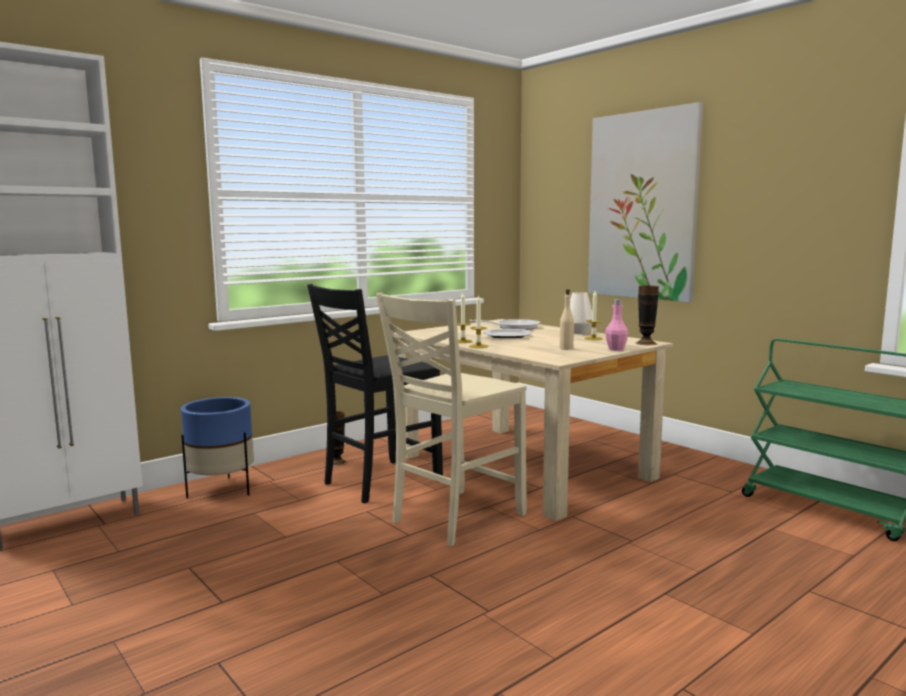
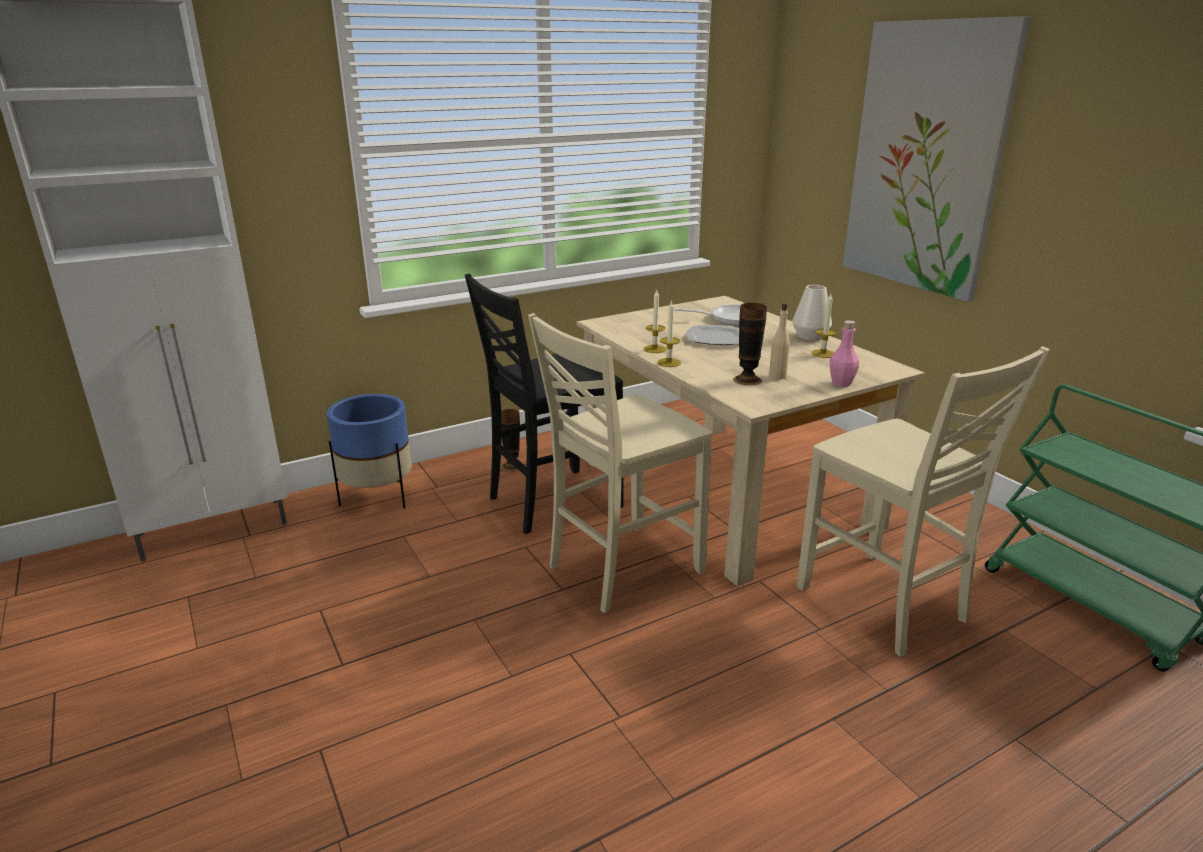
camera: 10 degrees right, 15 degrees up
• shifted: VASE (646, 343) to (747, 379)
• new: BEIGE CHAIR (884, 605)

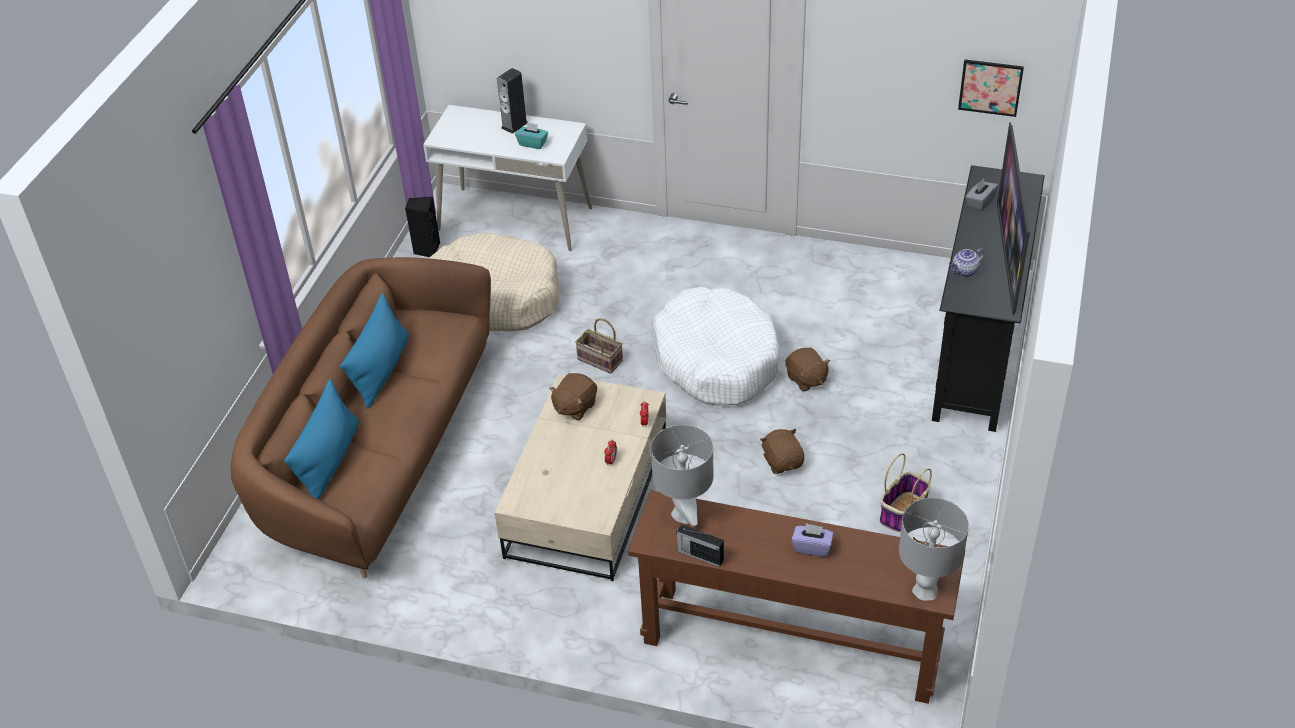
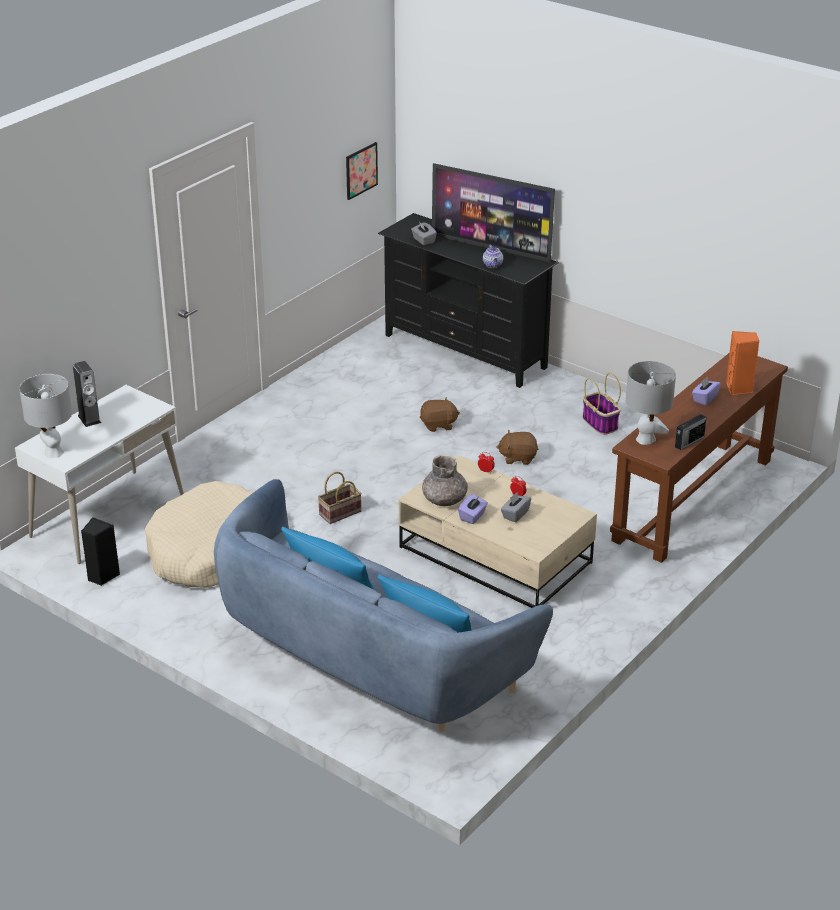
camera: 70 degrees left, 10 degrees down
• shifted: GREY TABLE LAMP (925, 590) to (53, 452)
• repainted: BROWN SOFA (378, 455) to BLUE SOFA (368, 658)
• swapped: BROWN PLUSH TOY (574, 407) to GREY VASE (444, 499)
• new: PURPLE TISSUE BOX (472, 516)
• new: GREY TISSUE BOX (515, 514)
• new: ORANGE SPEAKER (739, 388)
• gone: TURQUOISE TISSUE BOX (532, 143)
• gone: WHITE DOG BED (716, 360)

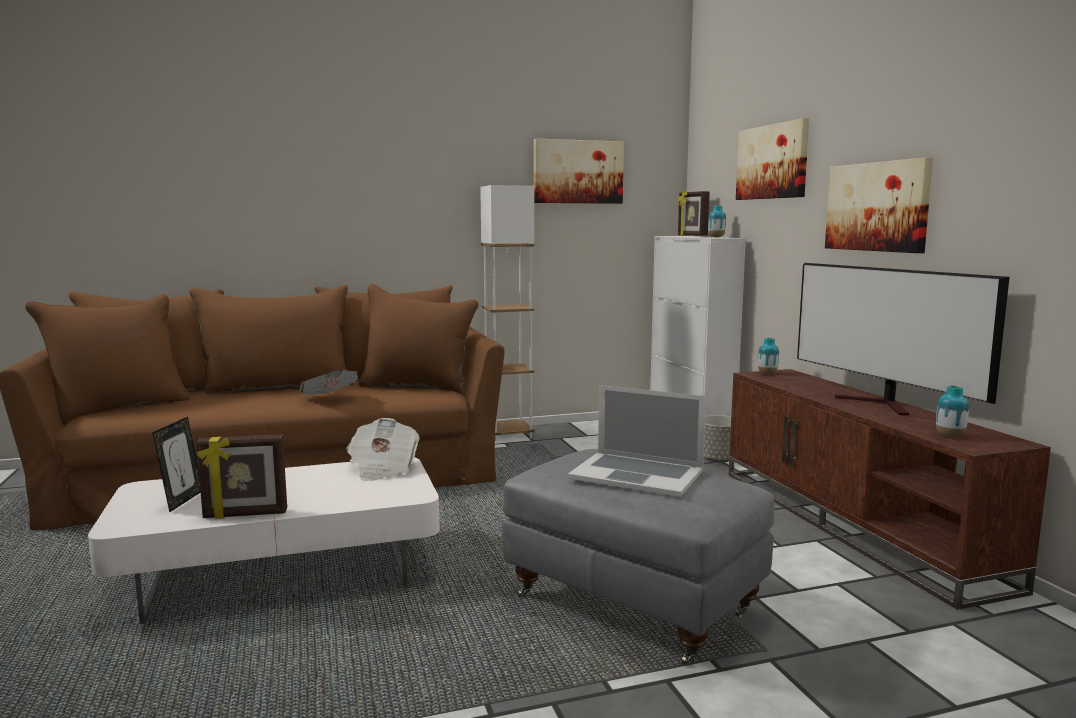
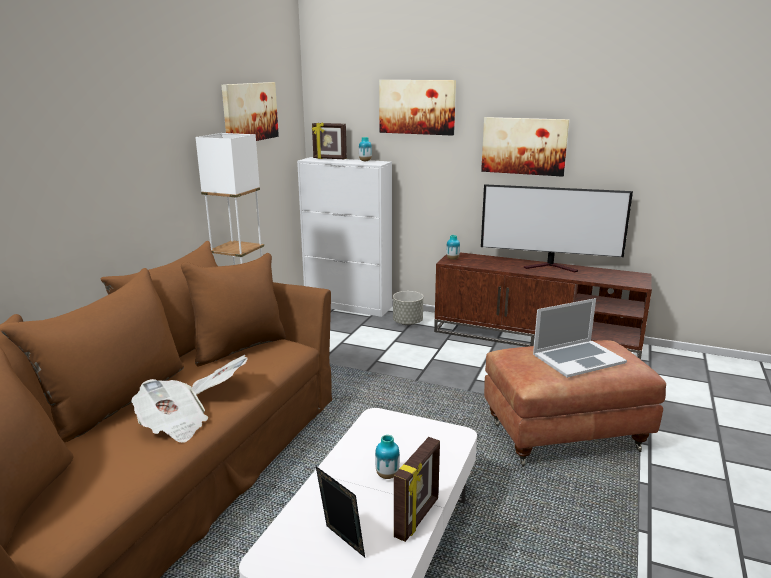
camera: 50 degrees left, 10 degrees up
• shifted: NEWSPAPER (382, 468) to (173, 426)
• shifted: VASE (950, 436) to (387, 475)
• repainted: GREY OTTOMAN (634, 604) to BROWN OTTOMAN (564, 435)

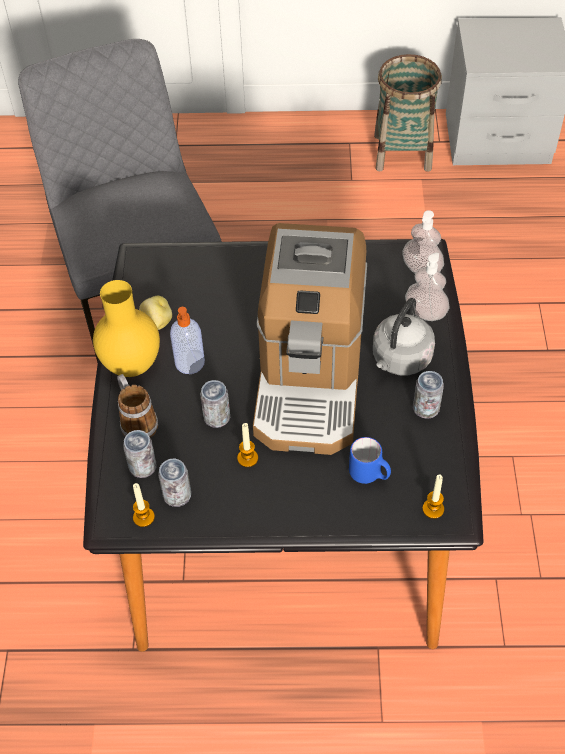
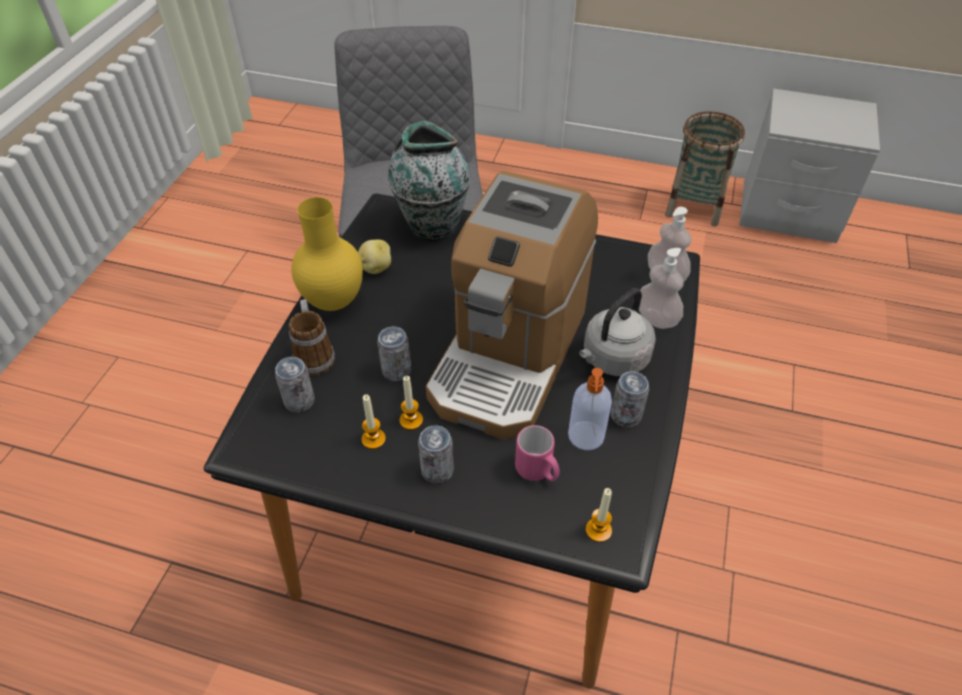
camera: 15 degrees right, 5 degrees down
• shifted: CANDLE (143, 517) to (373, 439)
• new: VASE (432, 226)
• shifted: CAN (177, 495) to (437, 470)
• repainted: BLUE MUG (369, 474) to PINK MUG (538, 471)
• shifted: SOAP DISPENSER (190, 363) to (586, 437)

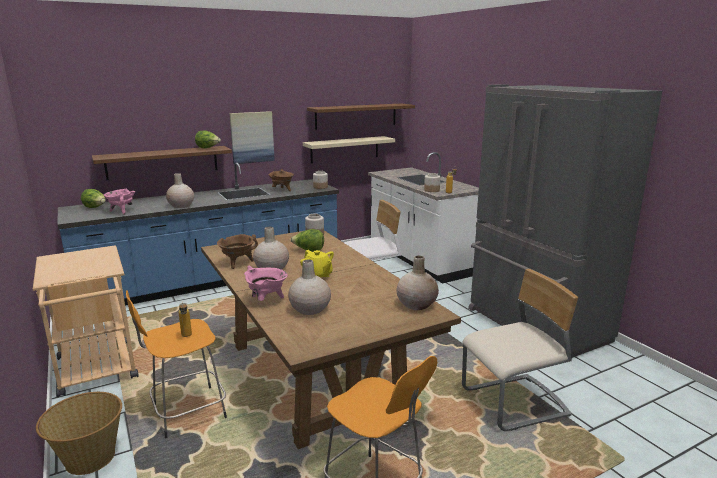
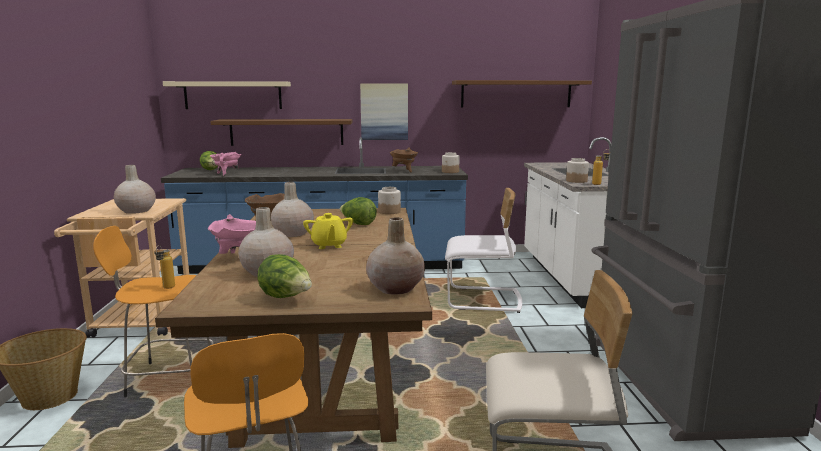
camera: 25 degrees right, 5 degrees down
• shifted: BEIGE VASE (181, 206) to (136, 211)
• shifted: BEIGE SHELF (345, 149) to (233, 95)
• shifted: LETTUCE (208, 148) to (286, 298)

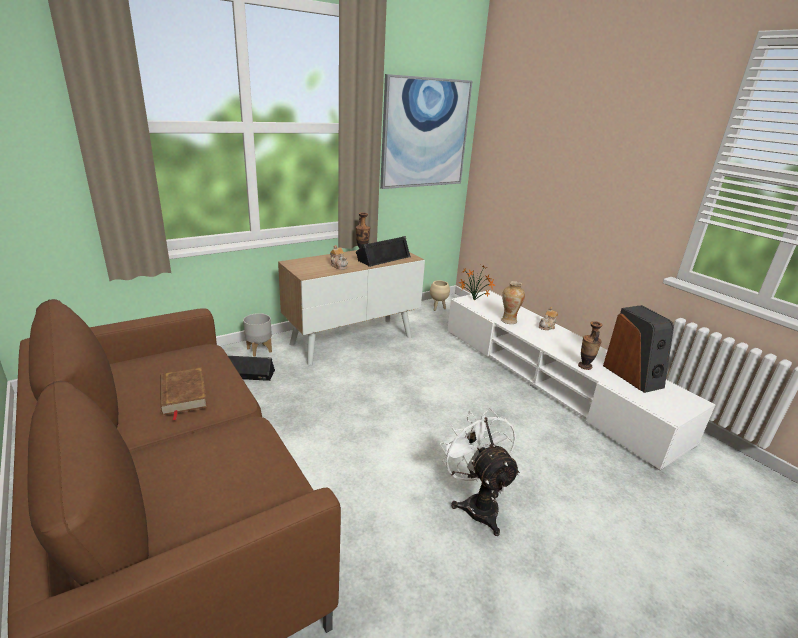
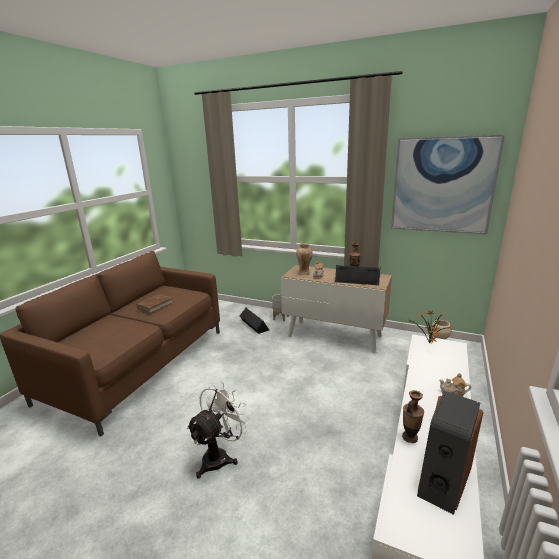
camera: 60 degrees right, 5 degrees down
• shifted: VASE (509, 321) to (304, 273)

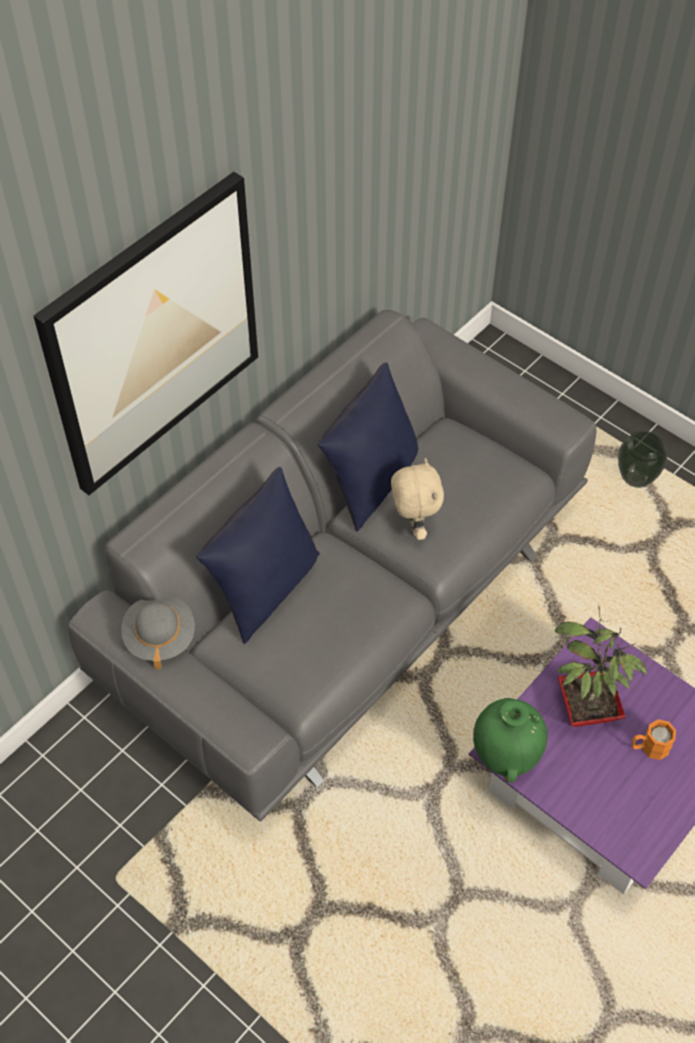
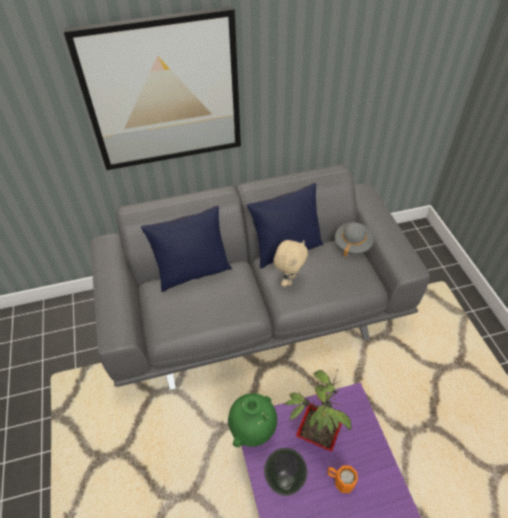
camera: 35 degrees right, 5 degrees down
• shifted: VASE (636, 479) to (285, 481)
• shifted: GREY HAT (160, 637) to (353, 244)

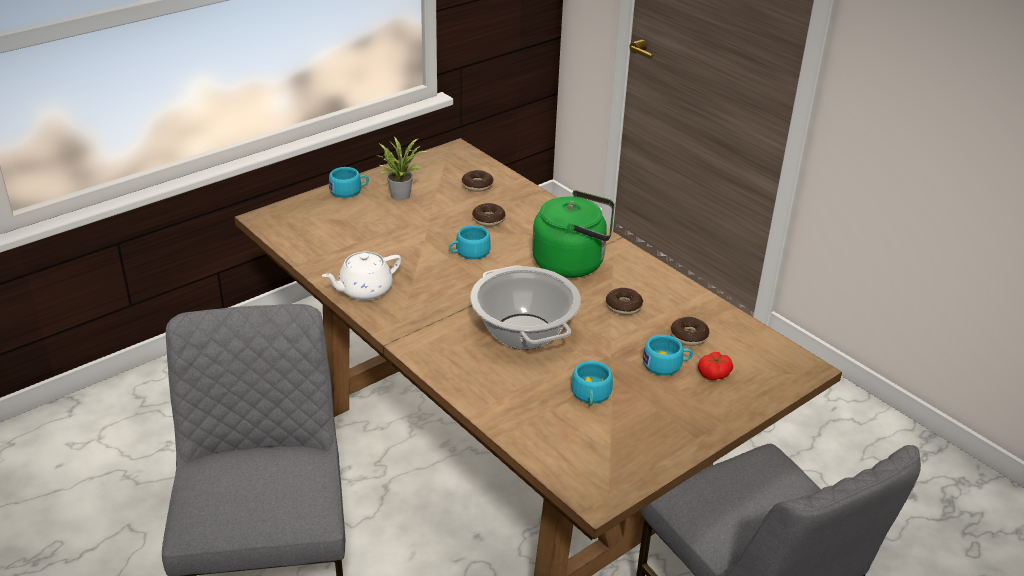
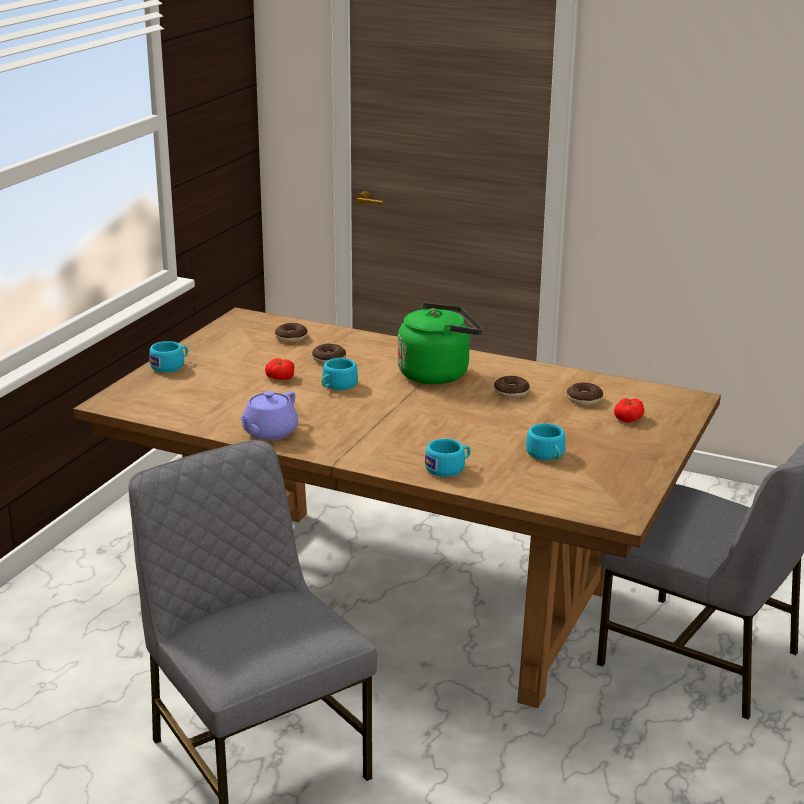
camera: 25 degrees left, 10 degrees down
• repainted: WHITE TEAPOT (364, 290) to PURPLE TEAPOT (269, 433)
• new: TOMATO (280, 377)
• shifted: TURQUOISE CUP (666, 365) to (448, 468)
• gone: POTTED PLANT (400, 194)
• gone: COOKING POT (523, 332)

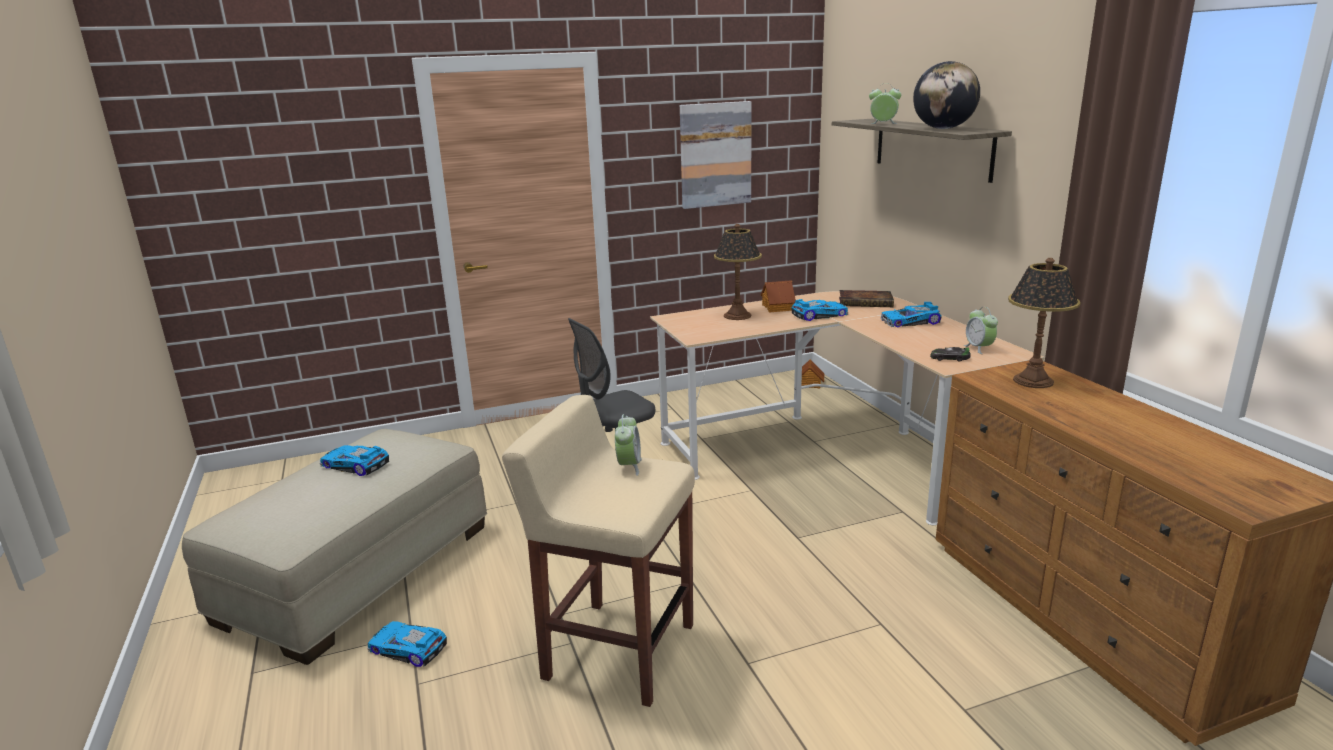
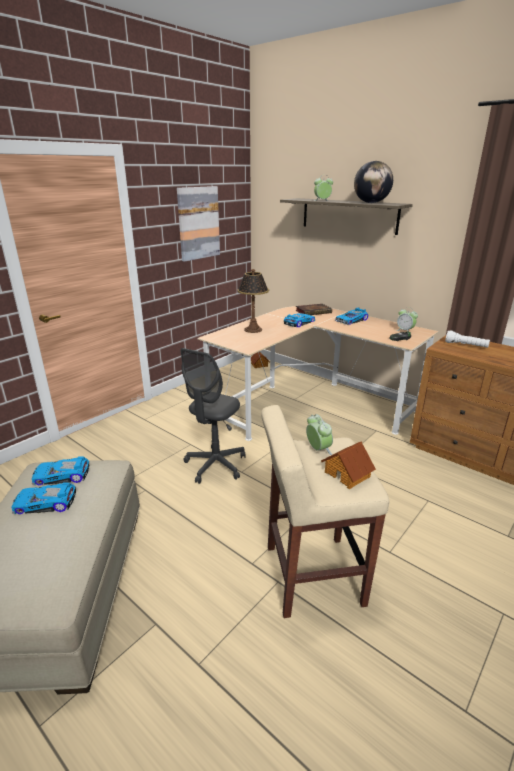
camera: 30 degrees left, 5 degrees up
• shifted: TOY CAR (407, 649) to (62, 476)
• shifted: TOY HOUSE (778, 307) to (347, 474)
• swapped: TABLE LAMP (1032, 381) to WHITE FLASHLIGHT (466, 345)

